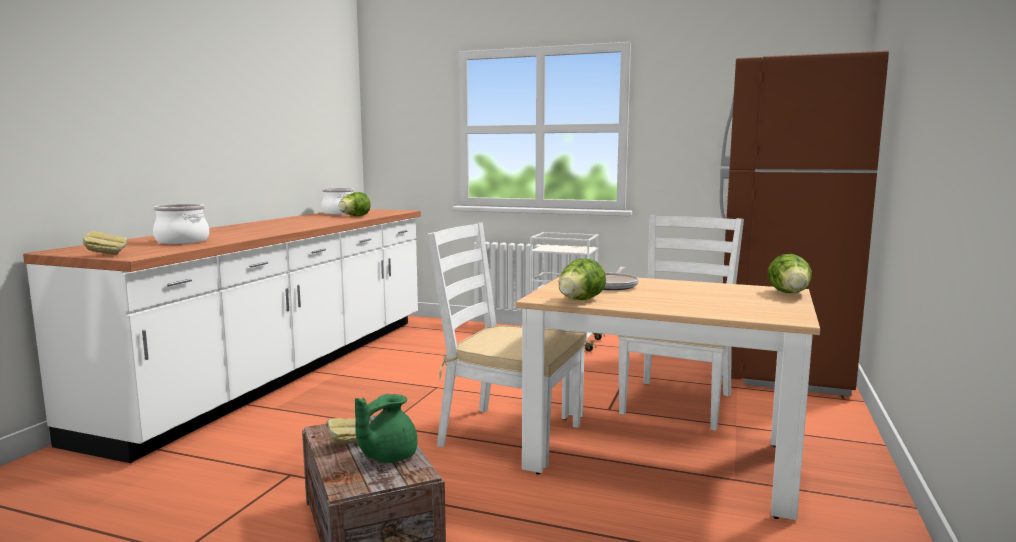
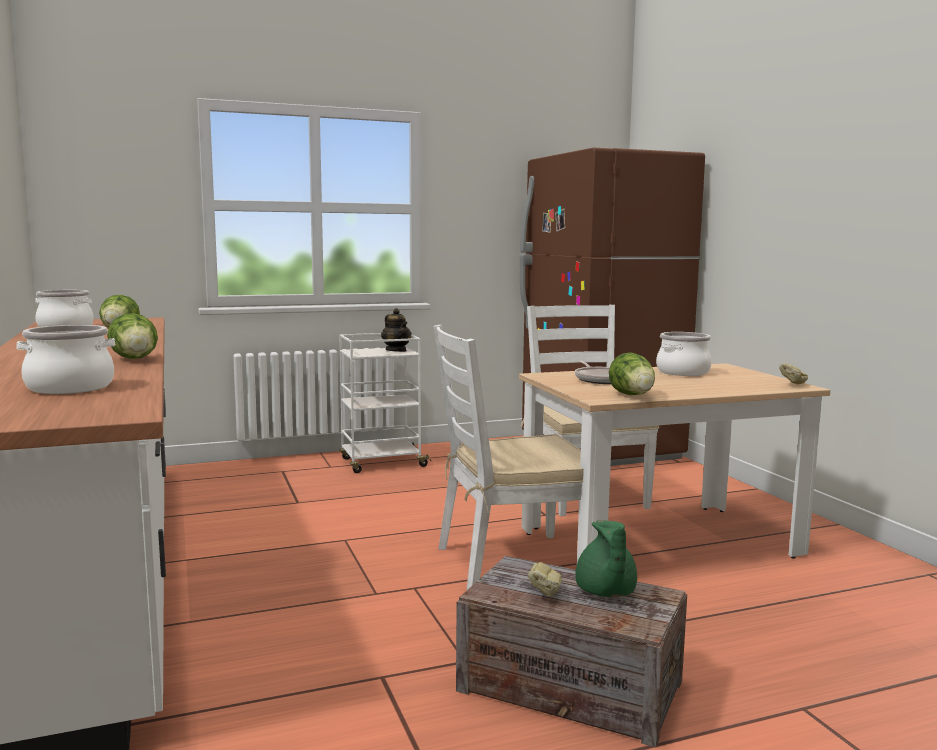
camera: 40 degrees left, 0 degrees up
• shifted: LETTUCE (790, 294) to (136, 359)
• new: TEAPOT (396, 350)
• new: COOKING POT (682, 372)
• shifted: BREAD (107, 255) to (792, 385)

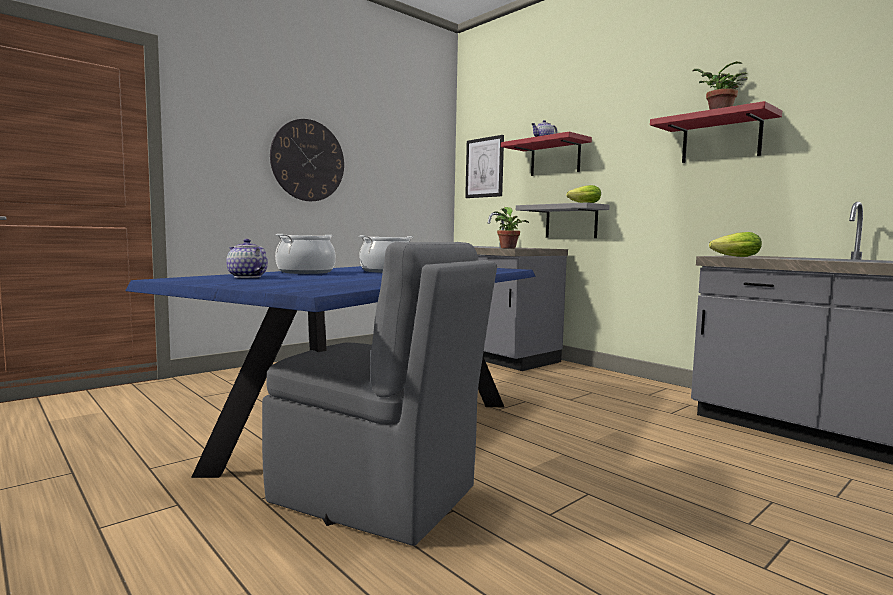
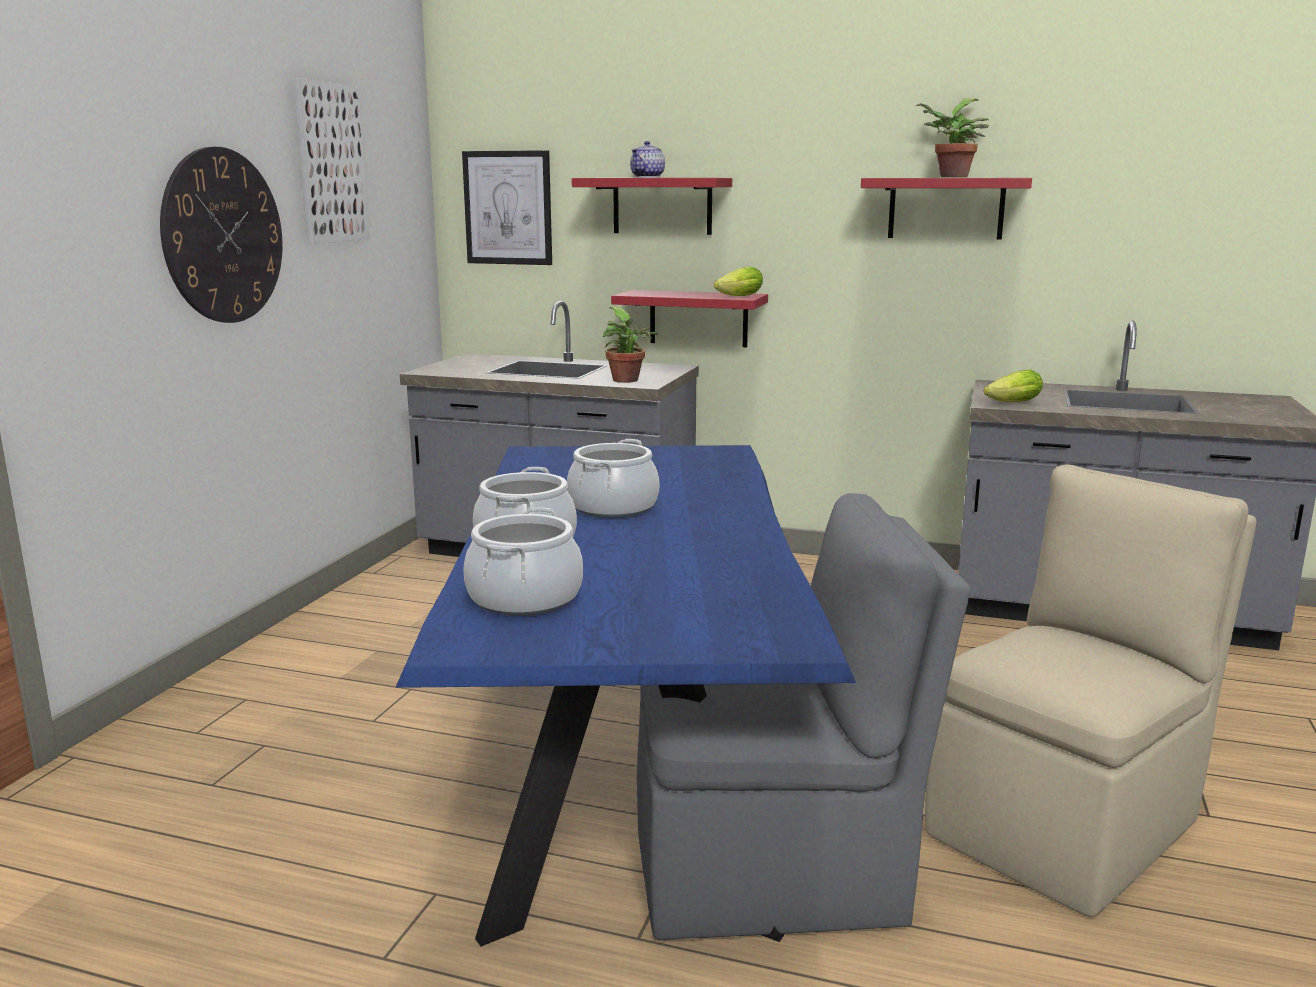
camera: 30 degrees left, 10 degrees up
• new: PICTURE (331, 163)
• swapped: TEAPOT (246, 277) to COOKING POT (525, 598)
• repainted: GREY SHELF (571, 221) to RED SHELF (698, 318)
• new: BEIGE CHAIR (1067, 825)

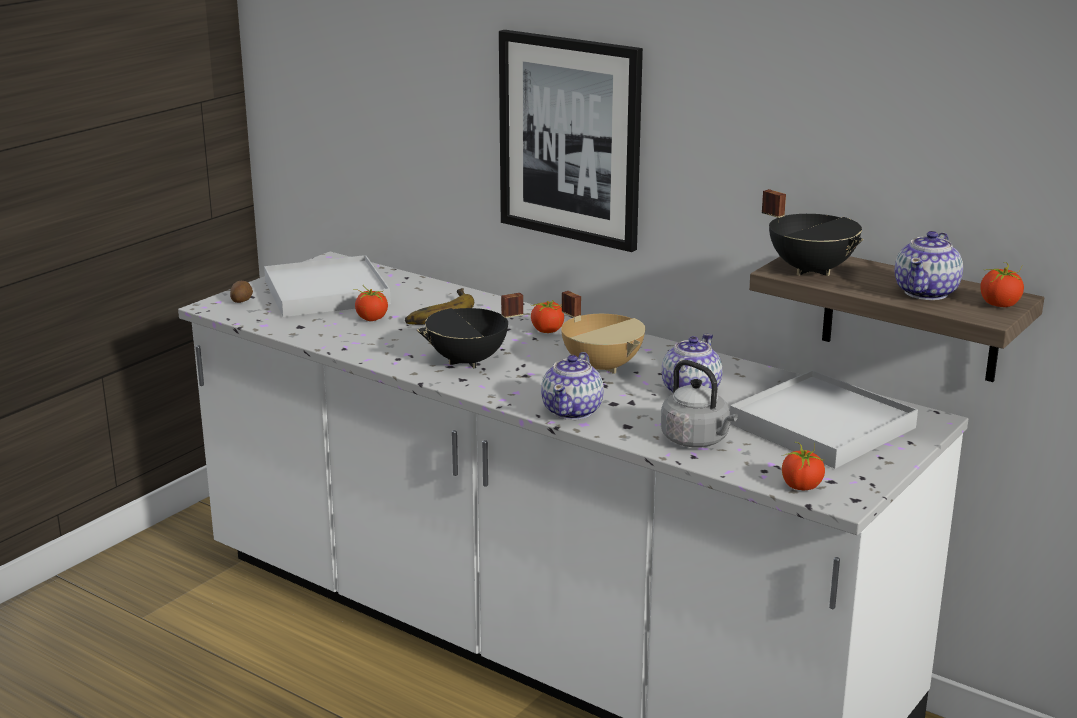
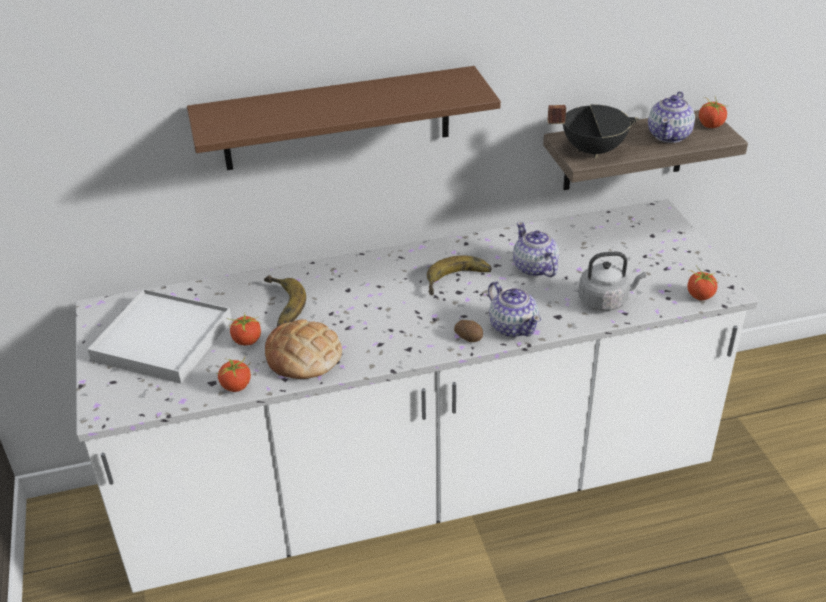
camera: 50 degrees left, 15 degrees up
• swapped: PICTURE (570, 139) to BROWN SHELF (337, 119)
• shifted: TOMATO (548, 330) to (236, 386)
• new: BREAD (303, 356)
• swapped: BEIGE COOKING POT (603, 366) to BANANA (459, 281)
• shifted: POTATO (242, 300) to (469, 337)
• rotated: TEAPOT (927, 292) = (669, 135) 45 degrees clockwise
• gone: BLACK COOKING POT (468, 361)
• gone: WHITE TRAY (822, 426)

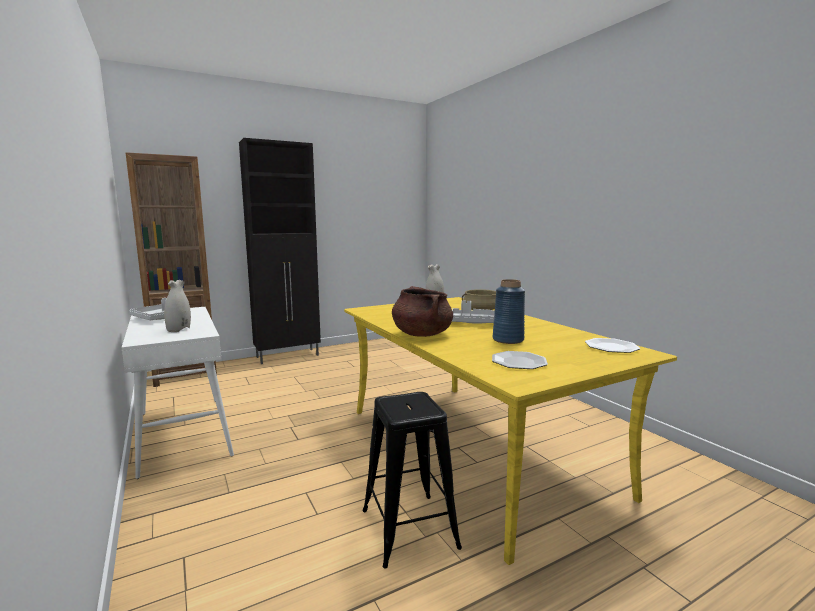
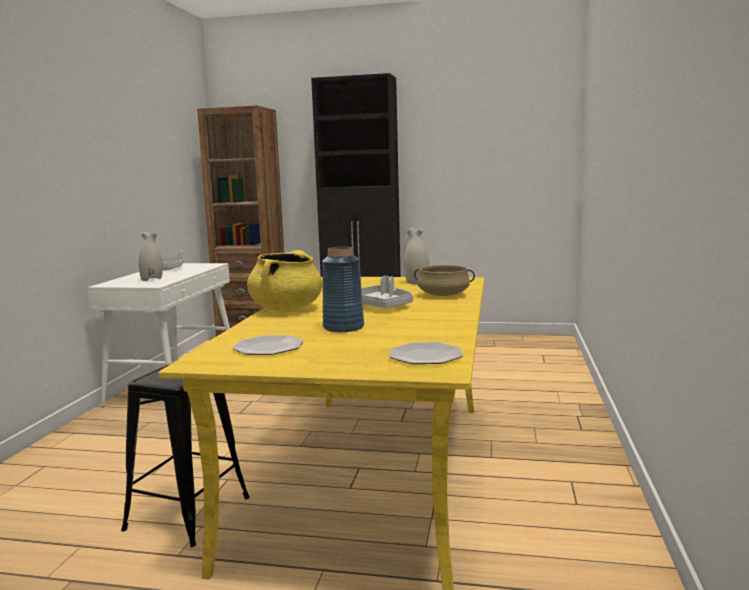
camera: 40 degrees right, 0 degrees up
• repainted: BROWN COOKING POT (421, 334) to YELLOW COOKING POT (286, 309)

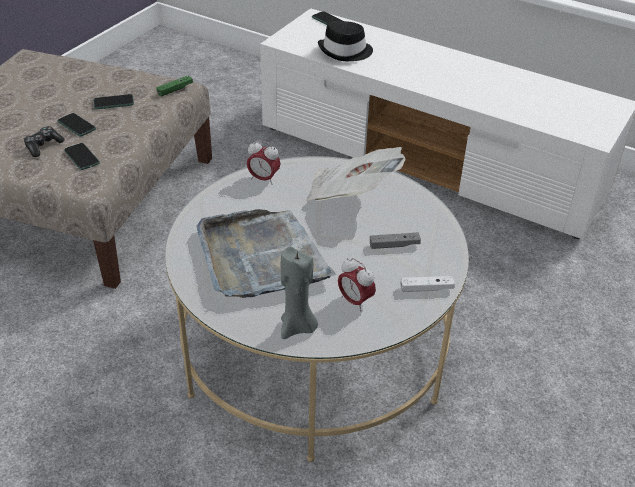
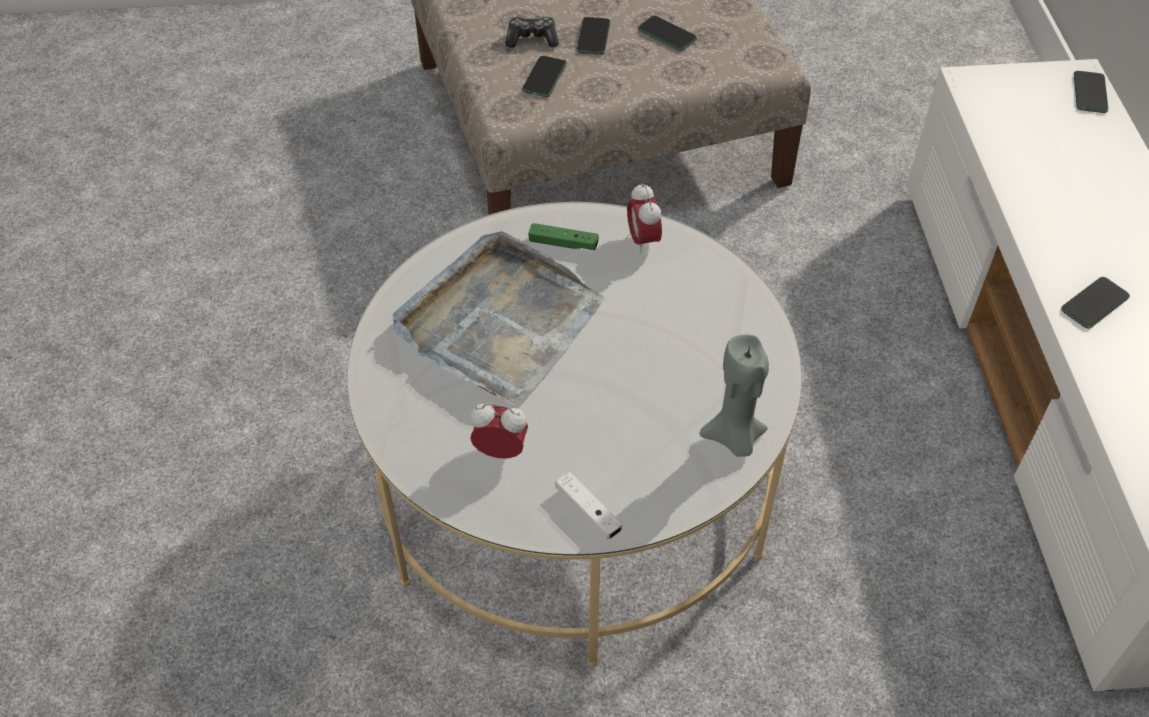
camera: 55 degrees right, 10 degrees up
• rotated: ALARM CLOCK (355, 301) = (501, 451) 90 degrees clockwise
• shifted: GREEN GAME CONTROLLER (175, 89) to (563, 243)
• shifted: GREY CANDLE (298, 327) to (734, 438)
• new: PHONE (1094, 304)
• gone: NEWSPAPER (351, 195)
• gone: BLACK HAT (345, 51)
• gone: GREY GAME CONTROLLER (394, 245)

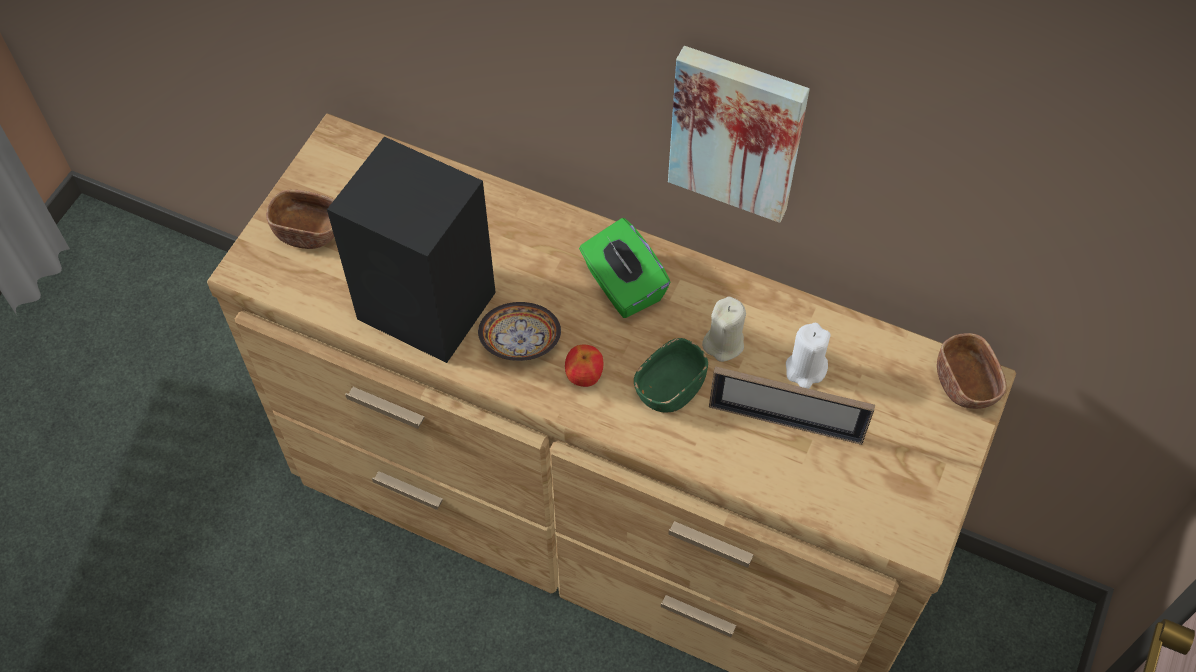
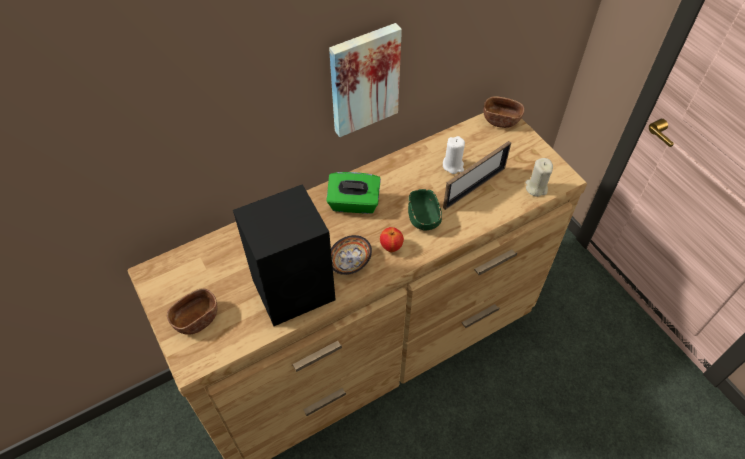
camera: 55 degrees left, 5 degrees down
• shifted: BEIGE CANDLE (723, 343) to (536, 188)

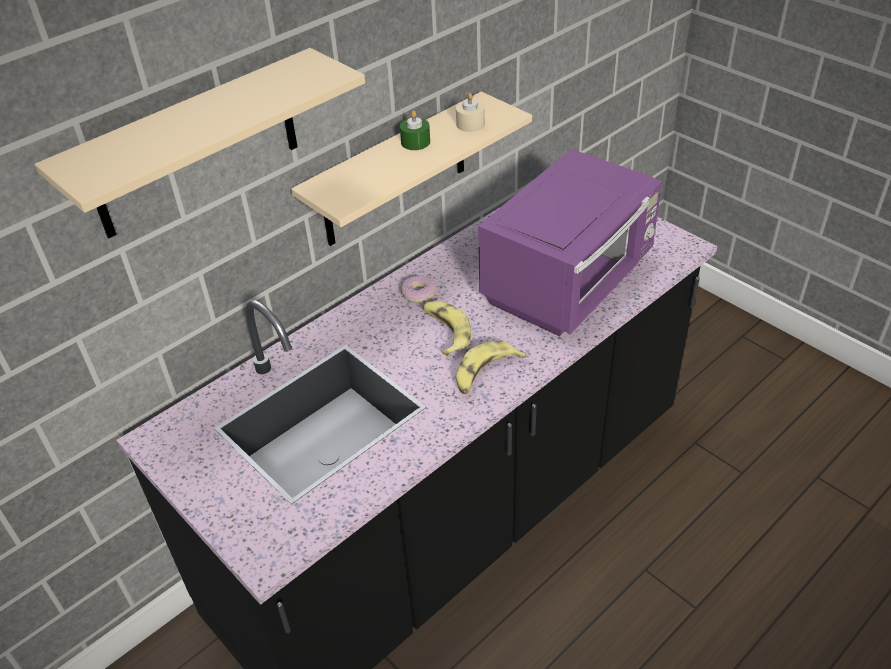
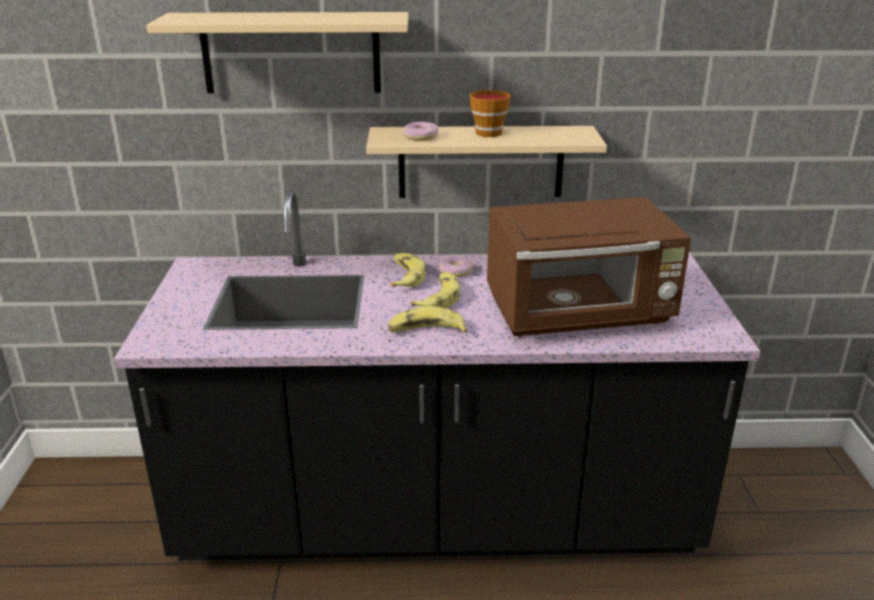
camera: 40 degrees right, 15 degrees down
• new: BANANA (405, 276)
• new: DONUT (421, 137)
• swapped: GREEN CANDLE (415, 142) to CUP (490, 132)
• repainted: PURPLE MICROWAVE (570, 282) to BROWN MICROWAVE (580, 314)
• gone: BEIGE CANDLE (470, 124)

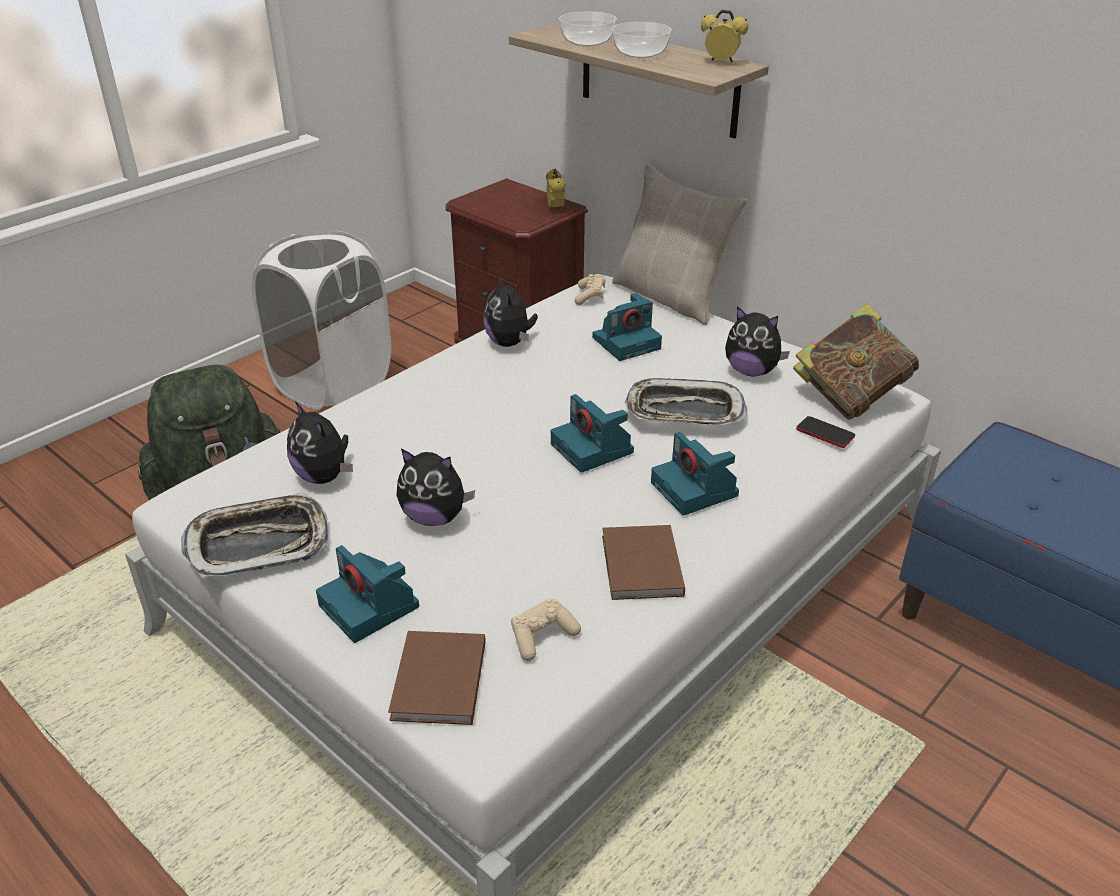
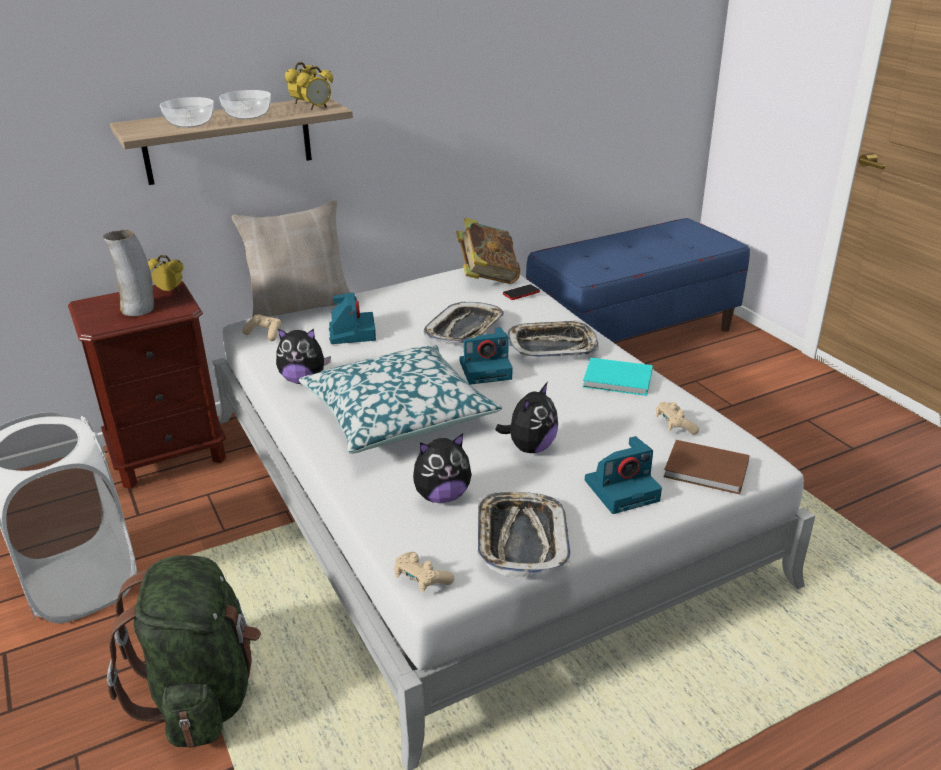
camera: 70 degrees left, 5 degrees down
• new: VASE (139, 309)
• new: ALARM CLOCK (317, 108)
• new: PILLOW (398, 414)
• new: BEIGE GAME CONTROLLER (421, 579)
• swapped: PHOTO CAMERA (696, 490) to TRAY (552, 346)
• repainted: BROWN BOOK (640, 567) to TURQUOISE BOOK (619, 380)
• gone: PLUSH TOY (751, 371)

